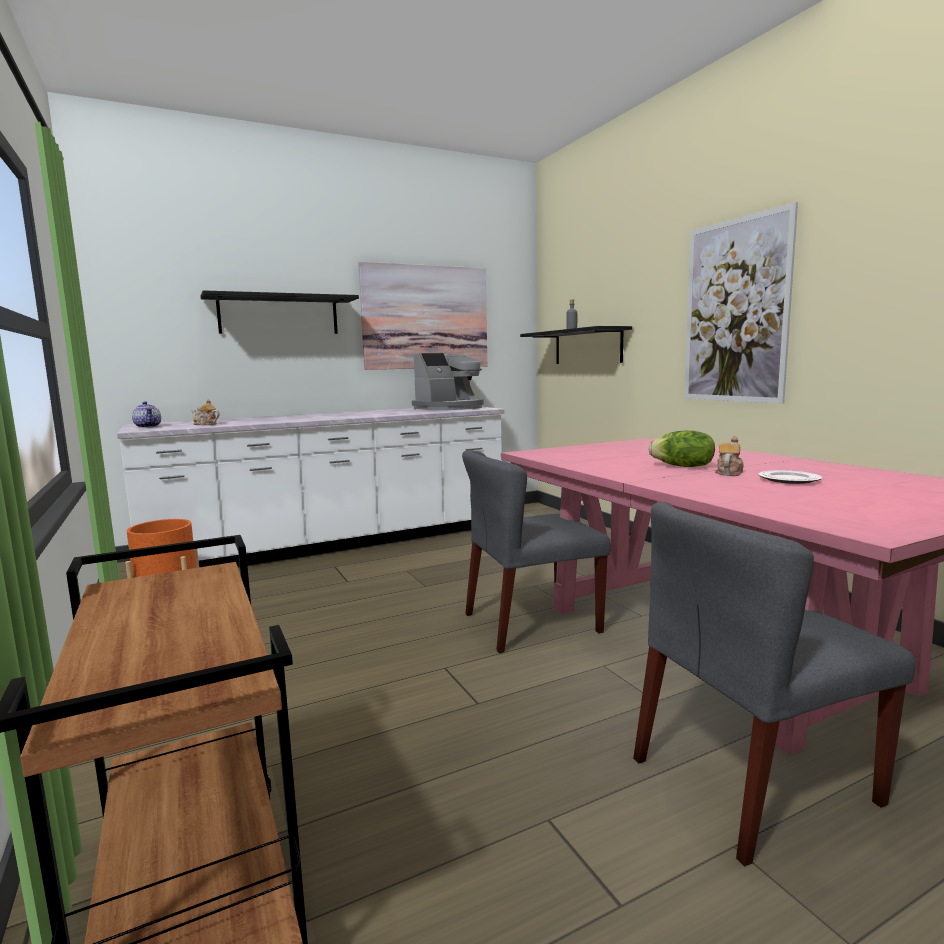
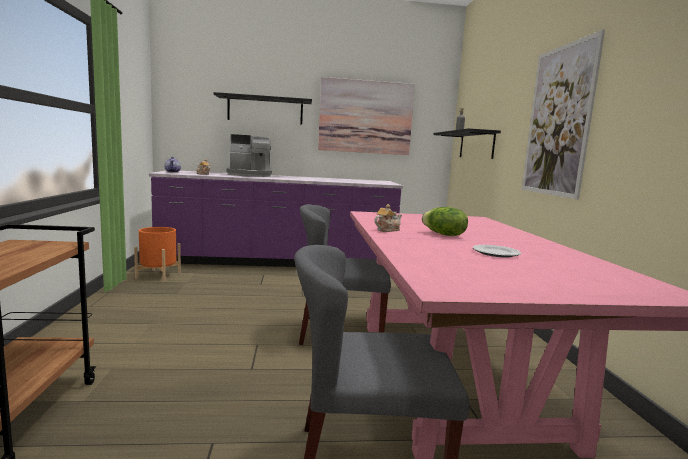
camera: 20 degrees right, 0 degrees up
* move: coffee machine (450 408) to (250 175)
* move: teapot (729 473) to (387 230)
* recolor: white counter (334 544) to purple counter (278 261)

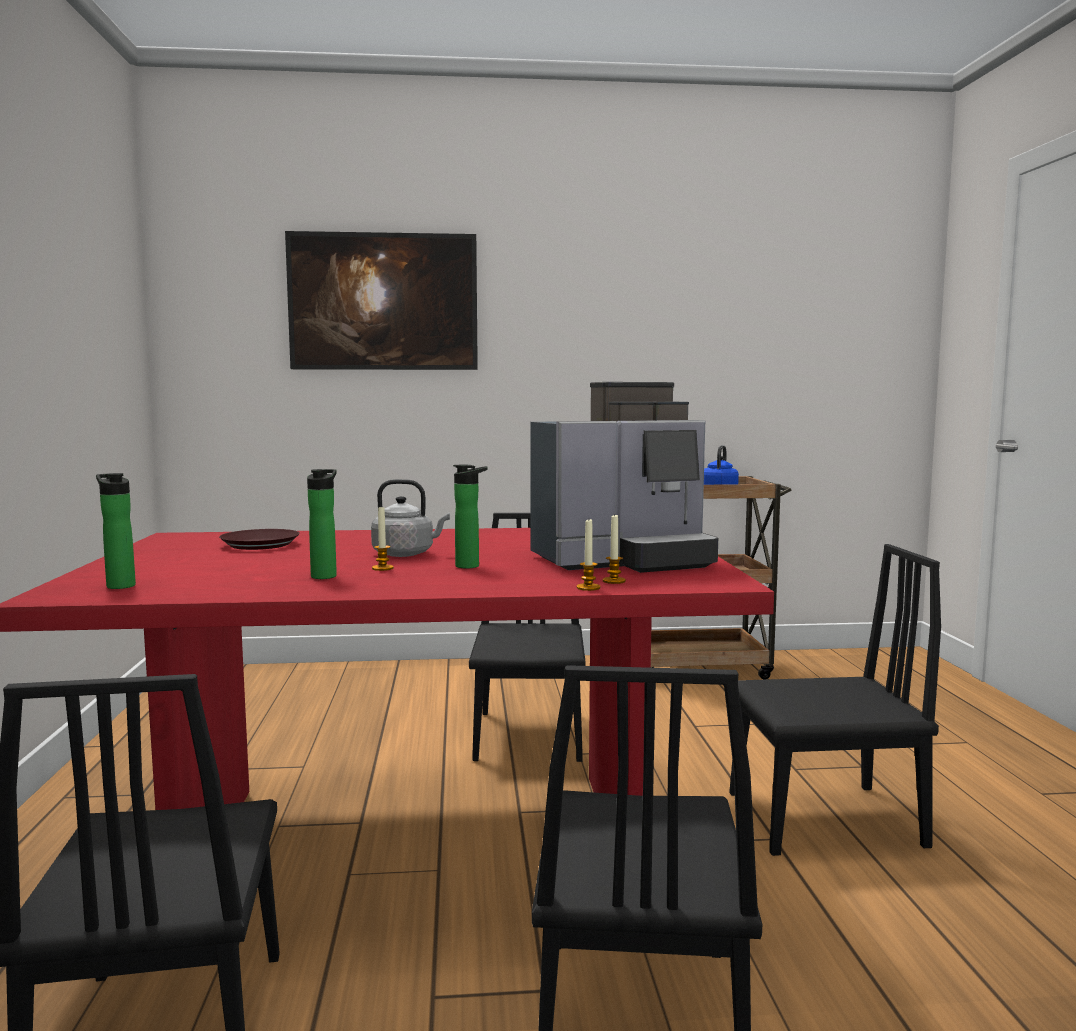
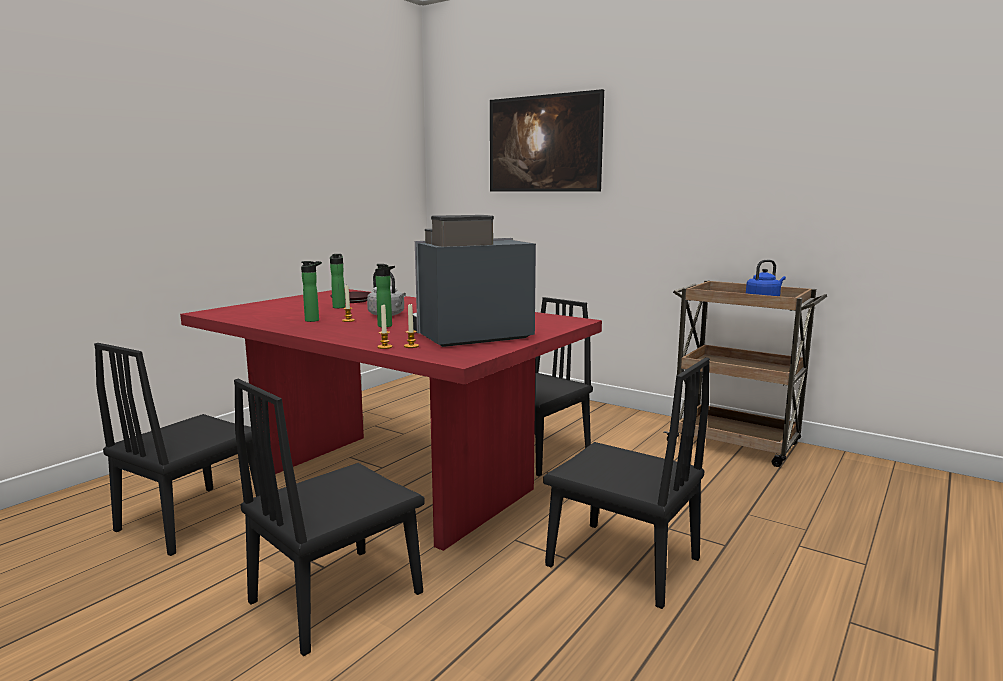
camera: 40 degrees right, 5 degrees up
* move: bottle (119 585) to (339 307)
* rotate: coffee machine (625 560) = (468 336) 135 degrees clockwise

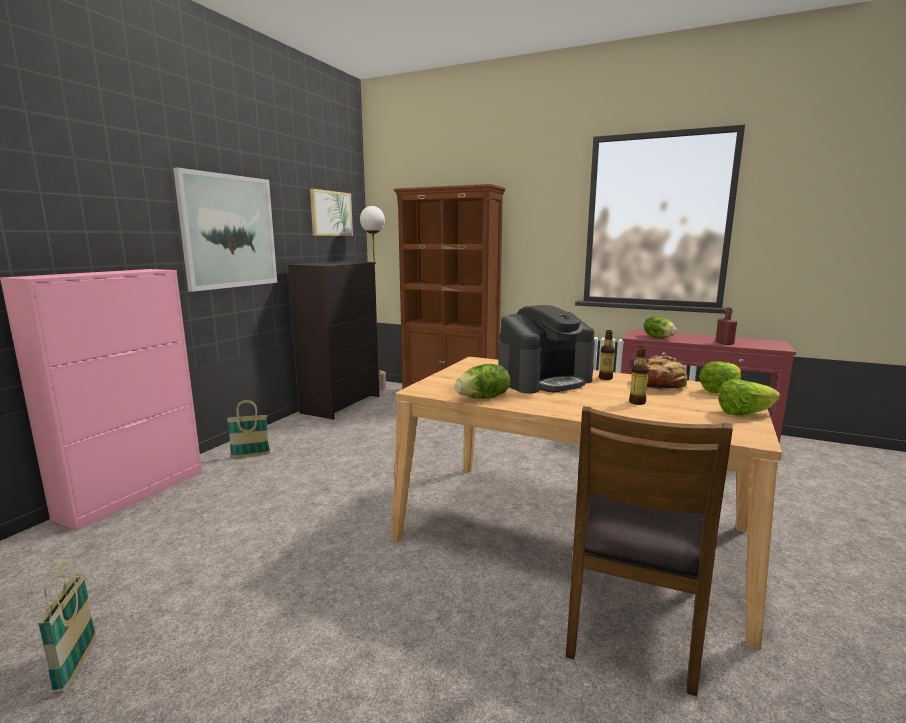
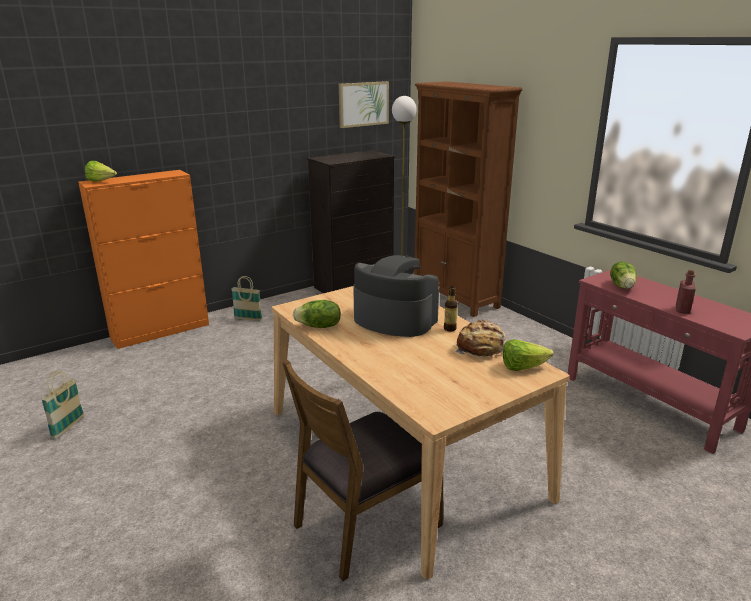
camera: 30 degrees right, 10 degrees up
* delete: picture (229 231)
* delete: bottle (637 402)
* move: lettuce (744 414) to (101 181)
* recolor: pink cabinet (134 493) to orange cabinet (161 331)
* rotate: coffee machine (544 381) = (394 319) 150 degrees counterclockwise

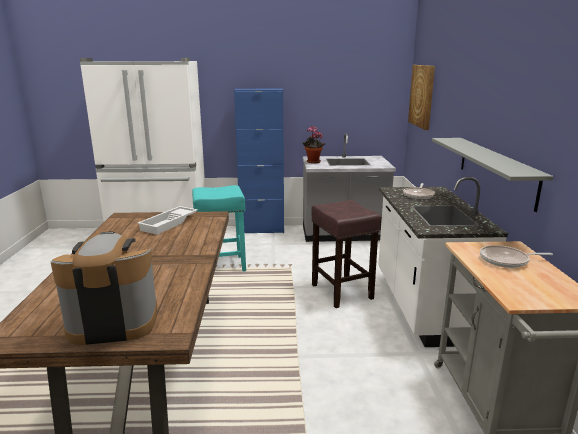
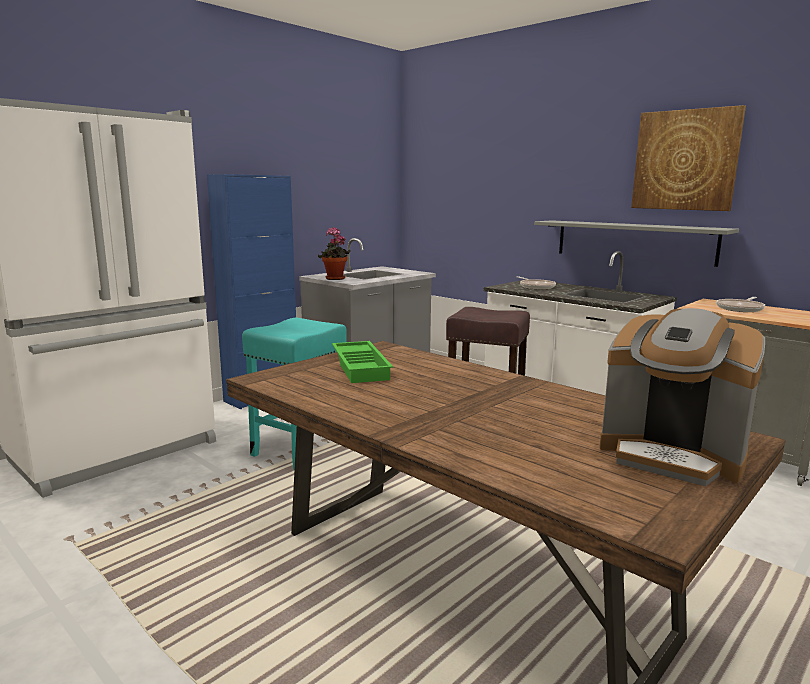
camera: 45 degrees left, 5 degrees down
* move: picture (422 96) to (685 160)
* recolor: white tray (169 224) to green tray (362 367)
* rotate: coffee machine (113 322) = (672 455) 90 degrees counterclockwise

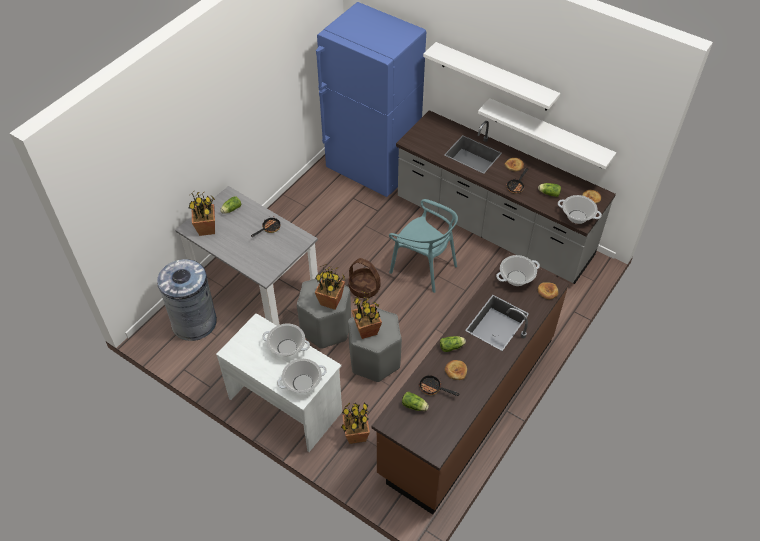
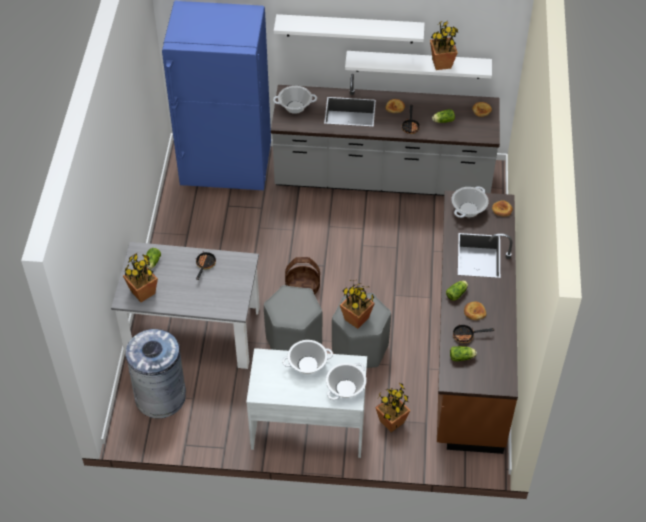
camera: 30 degrees left, 0 degrees up
* delete: turquoise chair (423 267)
* move: potted plant (331 301) to (441 63)
* move: cooking pot (577 217) to (295 107)

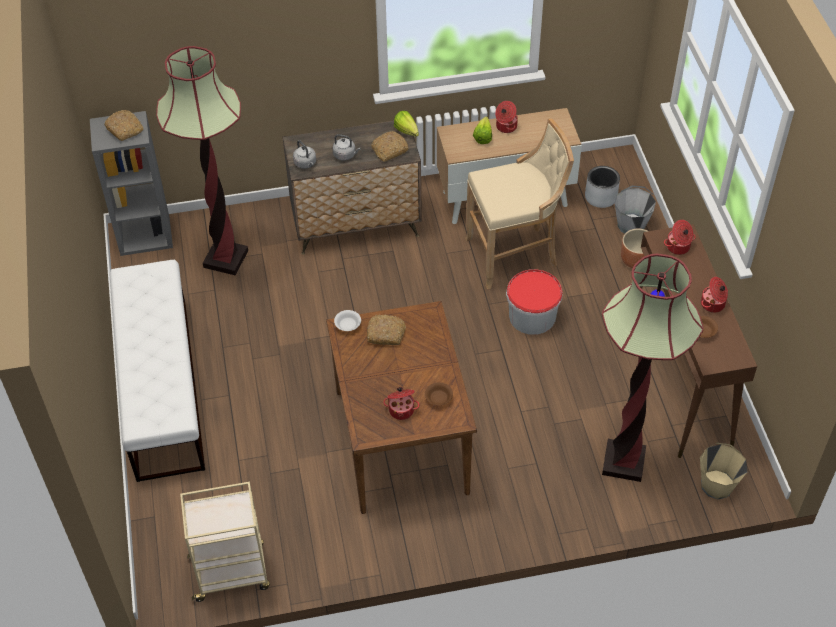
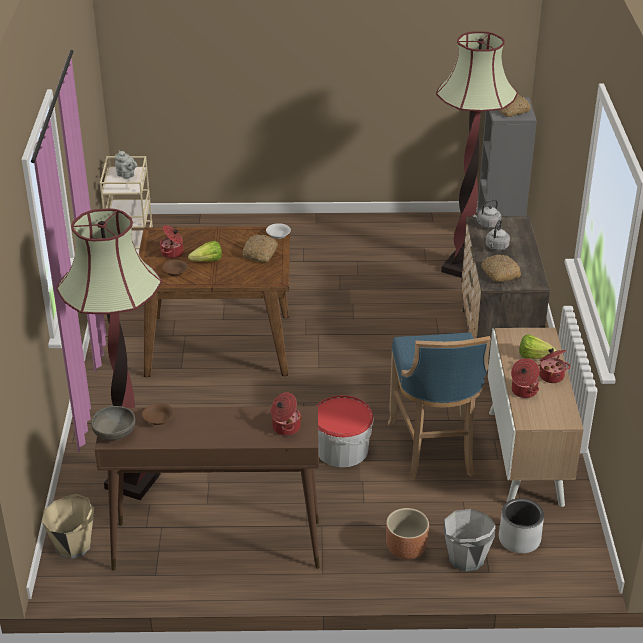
camera: 100 degrees right, 15 degrees down
* delete: white bench (162 386)
* insert: grey bowl (115 433)
* insert: grey teapot (126 175)
* move: lettuce (407 133) to (204 261)
* move: cooking pot (713 304) to (523 391)
* recolor: beige stool (515 254) to blue stool (434 451)

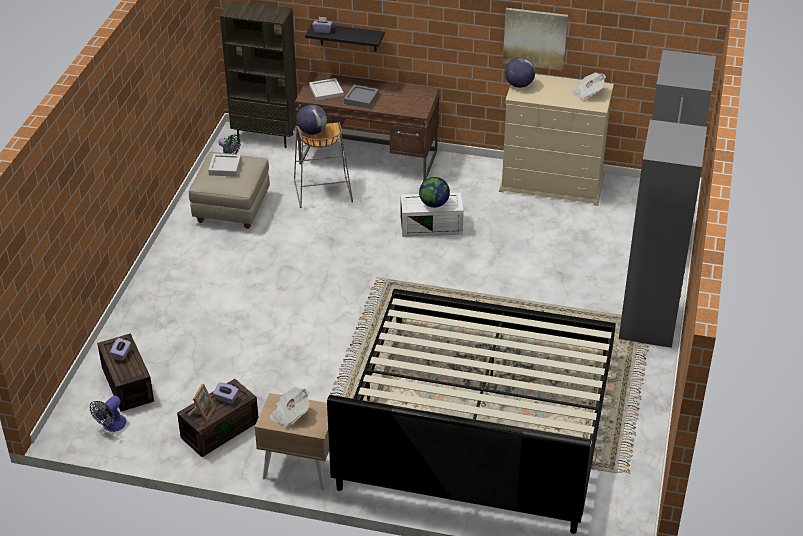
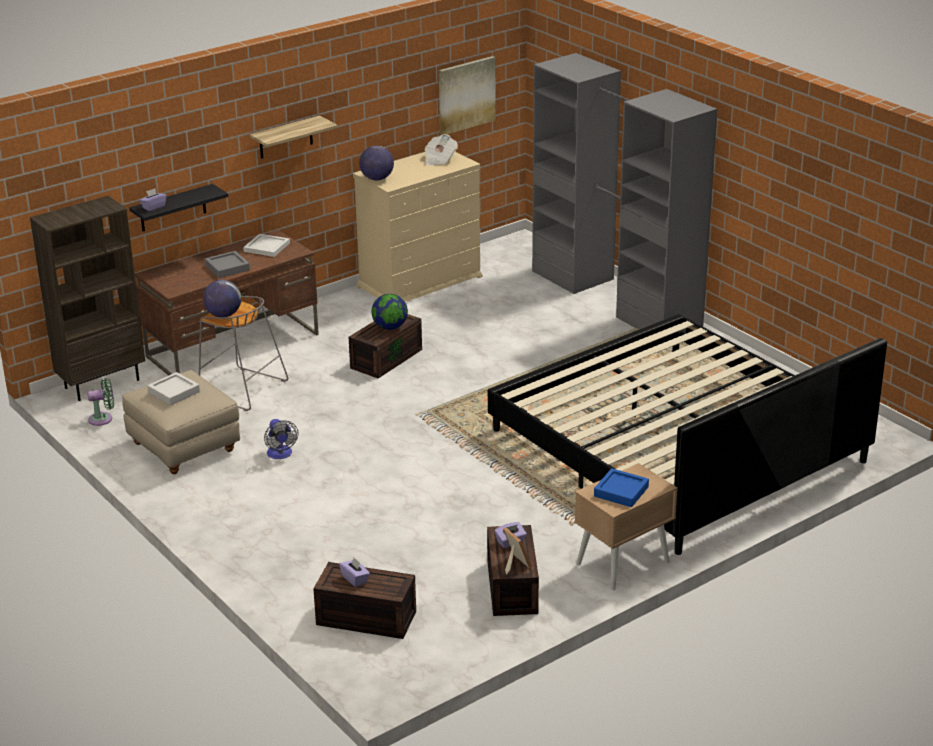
camera: 50 degrees left, 10 degrees down
* insert: shelf (285 138)
* move: fan (111 426) to (280 455)
* move: white tray (325 91) to (267 247)
* move: picture (535 38) to (466 95)
* replace: newspaper (290 414) to blue tray (621 491)
* recolor: white storage box (432 225) to brown storage box (386 358)

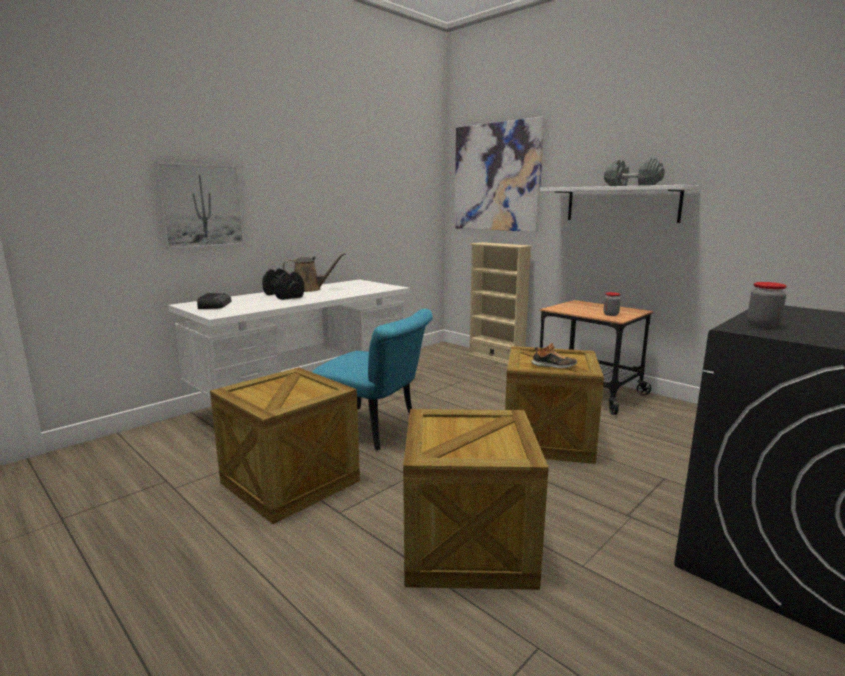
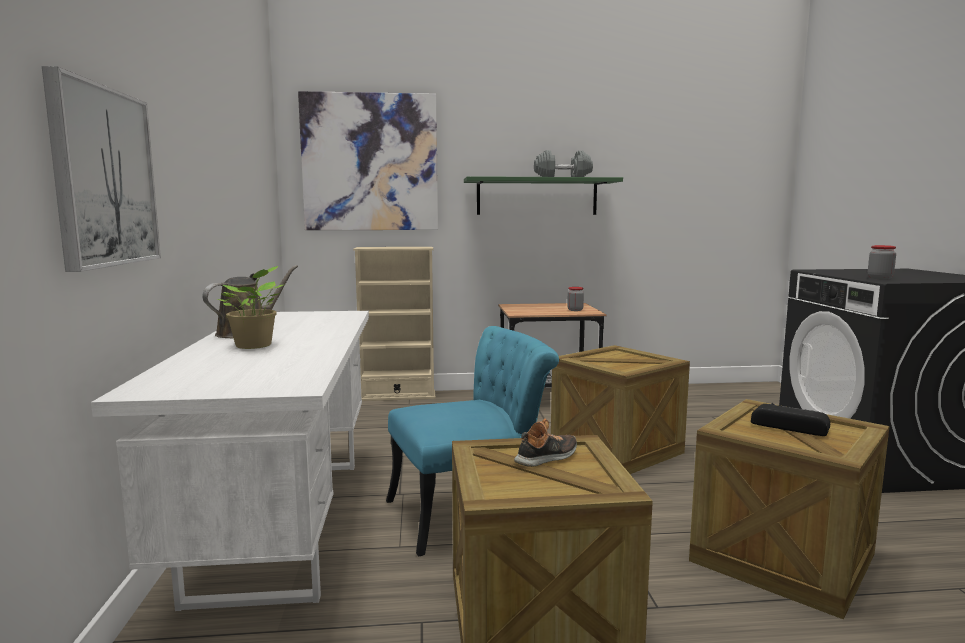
camera: 50 degrees left, 5 degrees down
* move: radio (214 305) to (788 425)
* move: shoe (553 366) to (547 457)
* replace: black dumbbell (284 295) to potted plant (255 346)
* recolor: white shelf (621 204) to green shelf (537 197)

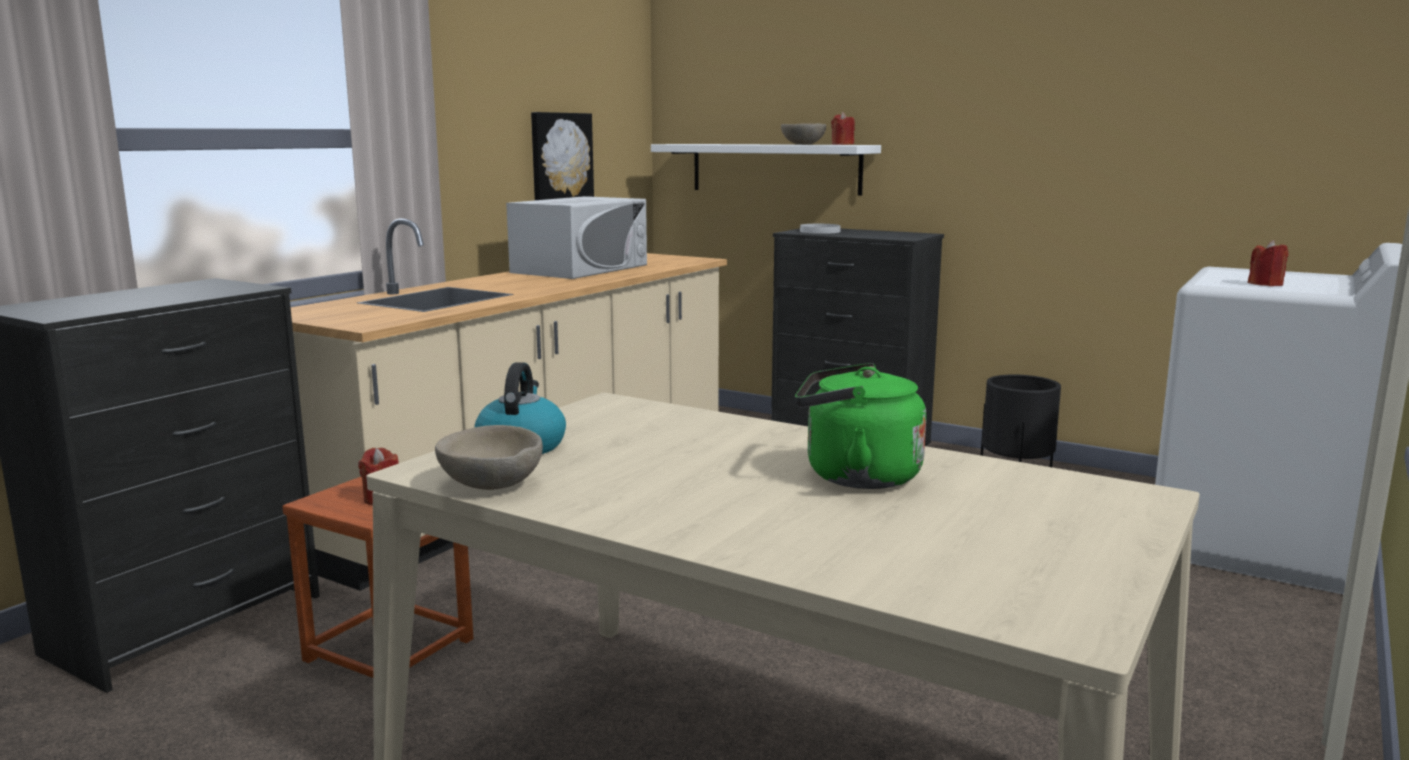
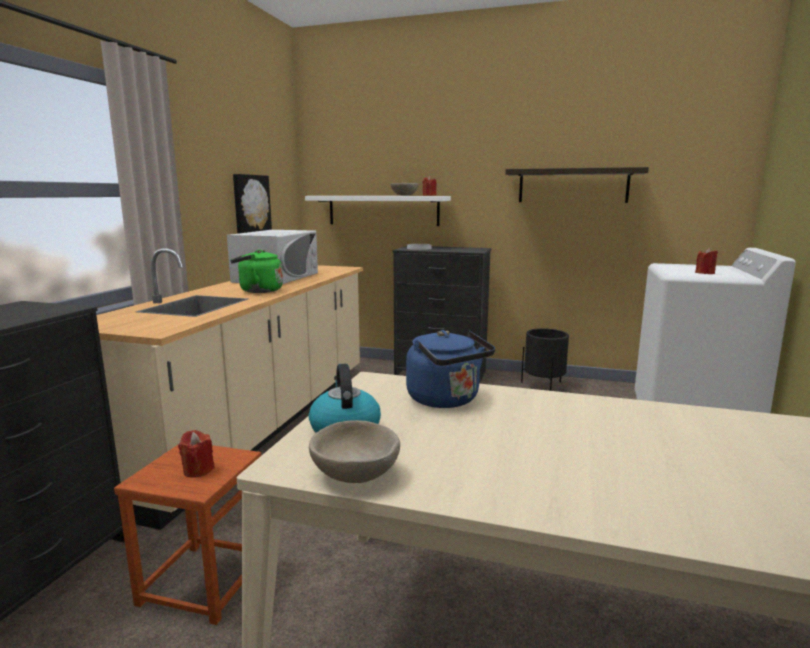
camera: 15 degrees left, 0 degrees up
* insert: blue kettle (446 400)
* insert: shelf (573 186)
* move: green kettle (854 476) to (258 291)

